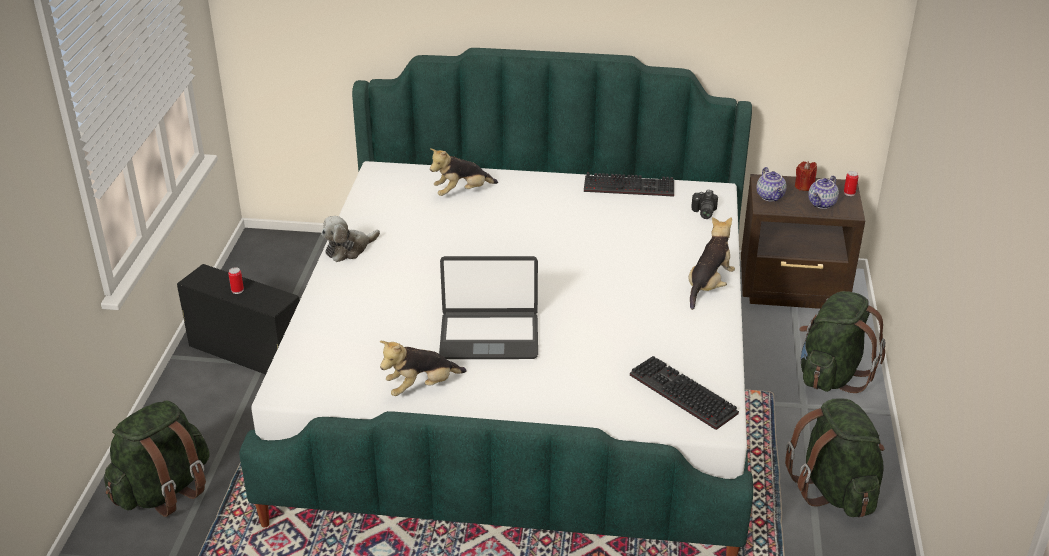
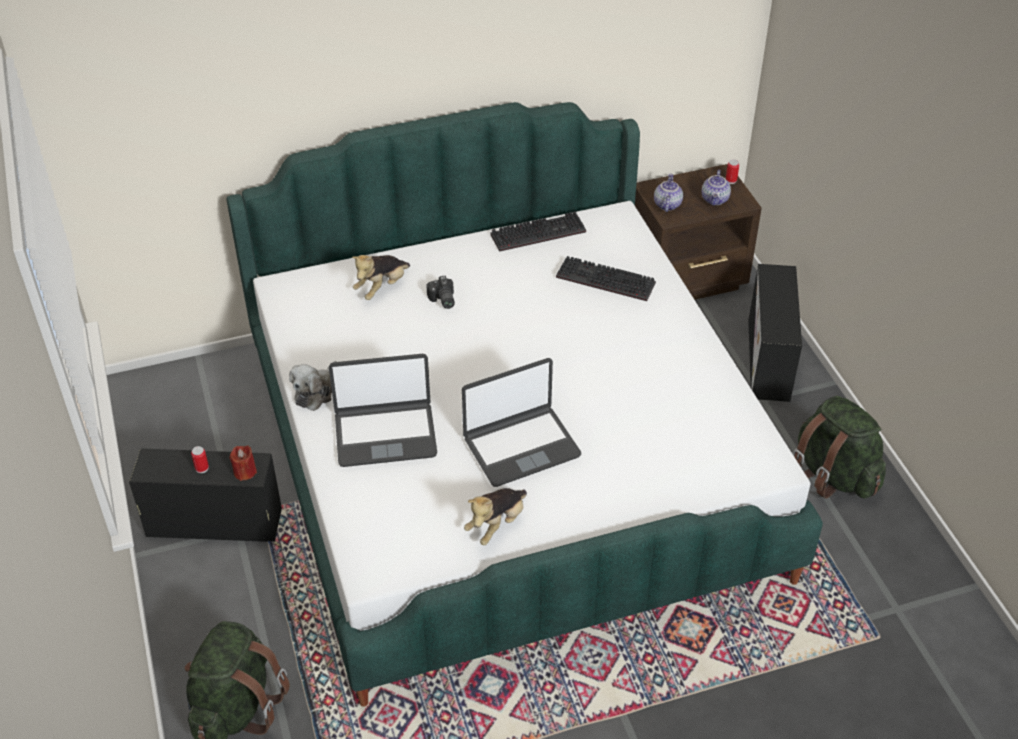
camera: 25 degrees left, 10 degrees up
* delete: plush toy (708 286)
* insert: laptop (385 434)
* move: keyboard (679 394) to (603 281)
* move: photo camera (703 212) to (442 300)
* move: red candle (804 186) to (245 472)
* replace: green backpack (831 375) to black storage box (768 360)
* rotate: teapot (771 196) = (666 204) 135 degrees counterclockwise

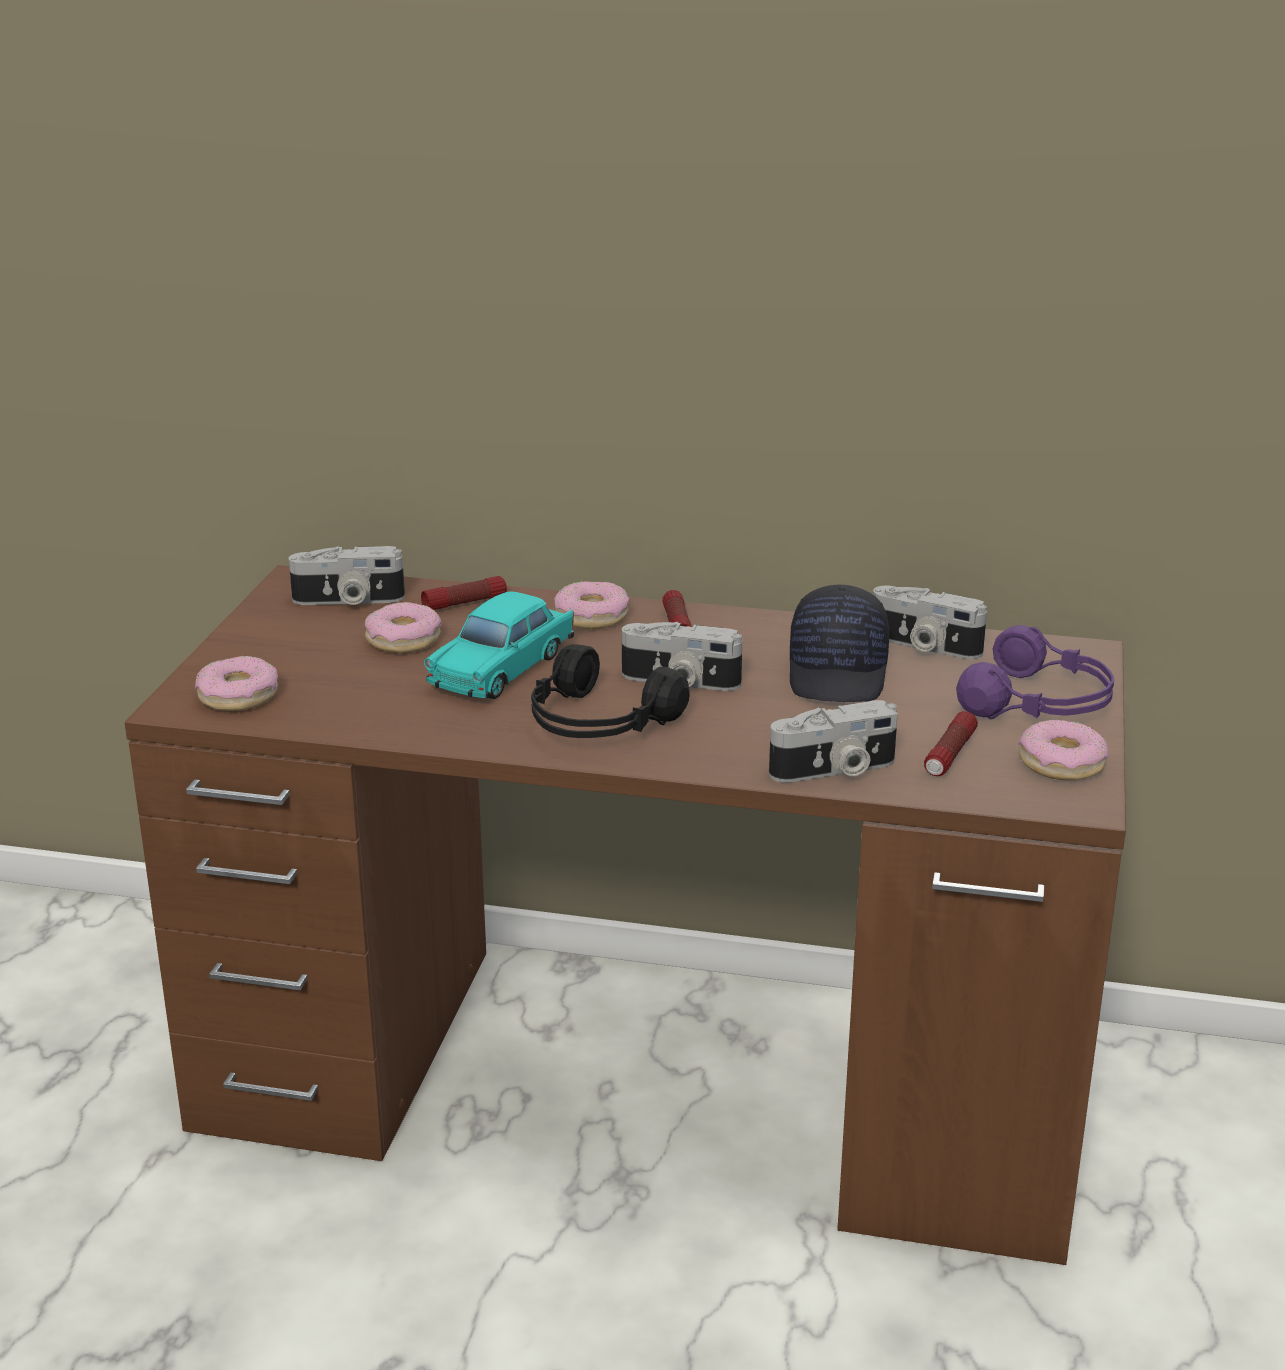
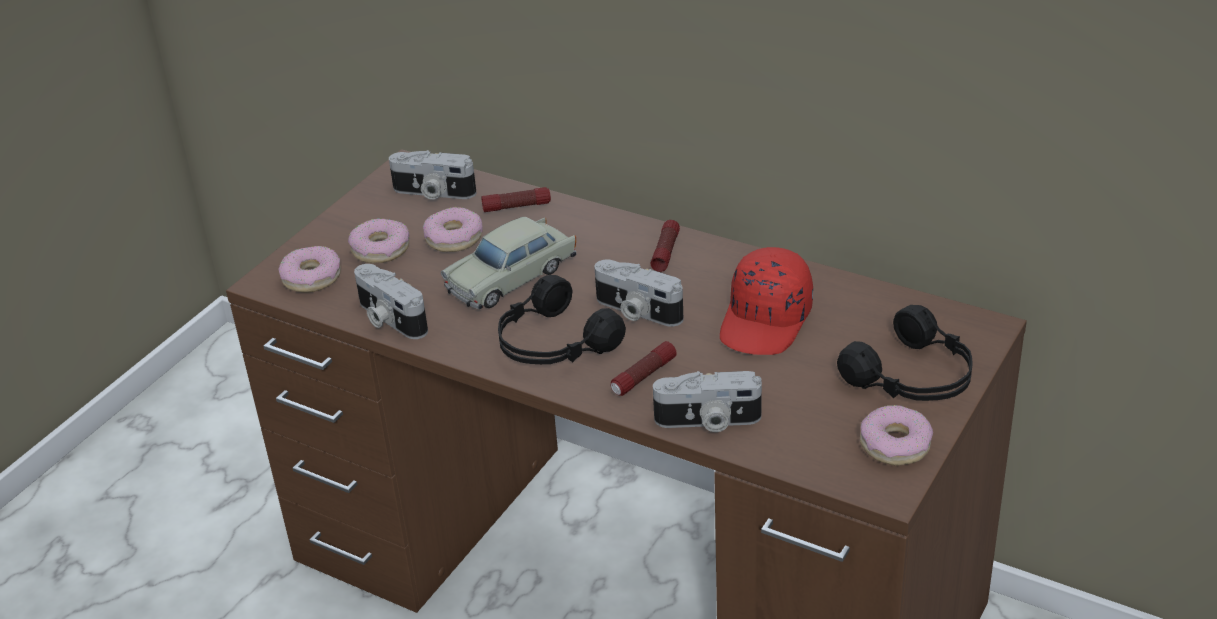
camera: 20 degrees right, 10 degrees up
* move: donut (591 616) to (380 249)
* move: photo camera (923 646) to (389 319)
* move: flashlight (950 755) to (643 376)
* recolor: turquoise toy car (503 668) to beige toy car (512 277)
* recolor: black cap (839 673) to red cap (767 321)
* recolor: purple headphones (1040 703) to black headphones (914 378)

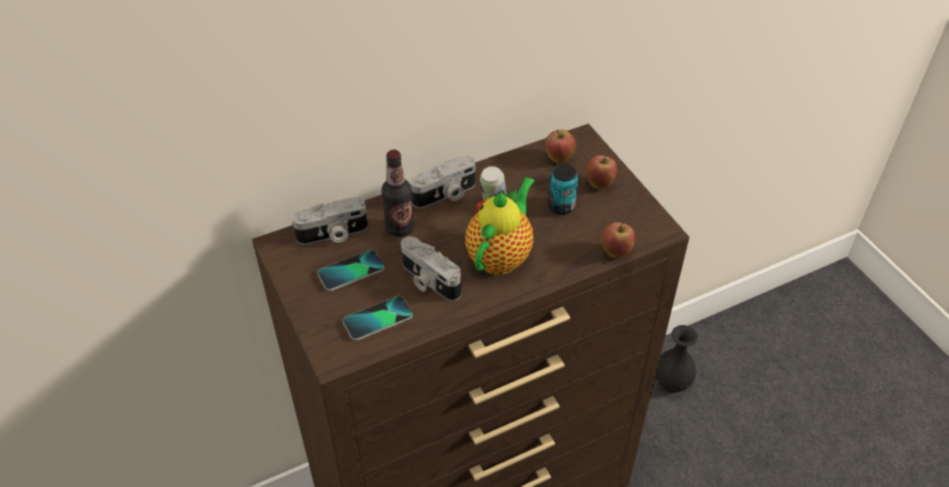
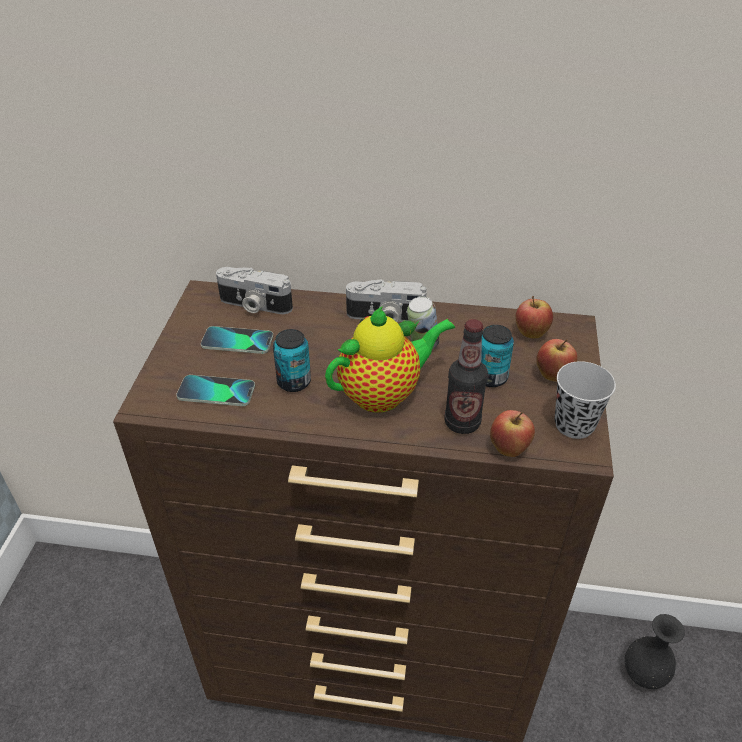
camera: 35 degrees right, 5 degrees down
* insert: black cup (574 425)
* move: bottle (399 228) to (462 423)
* replace: photo camera (428 281) to can (294 382)

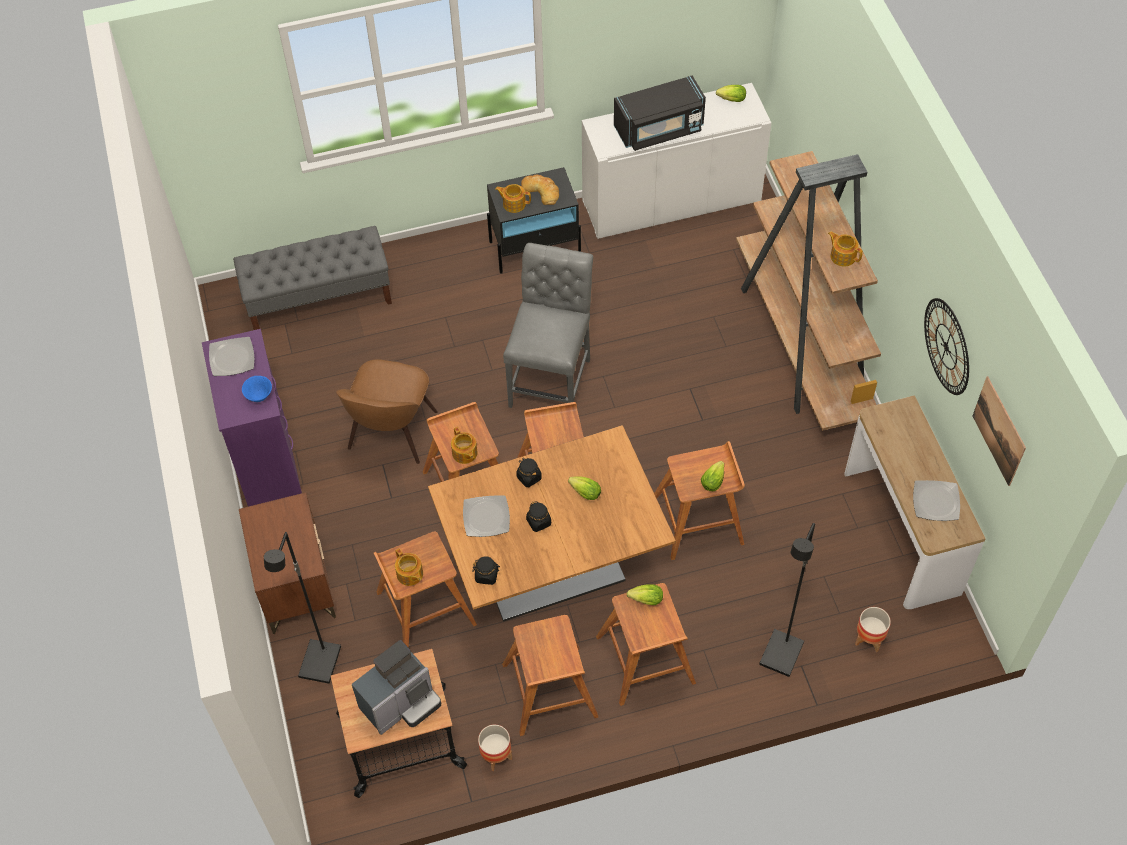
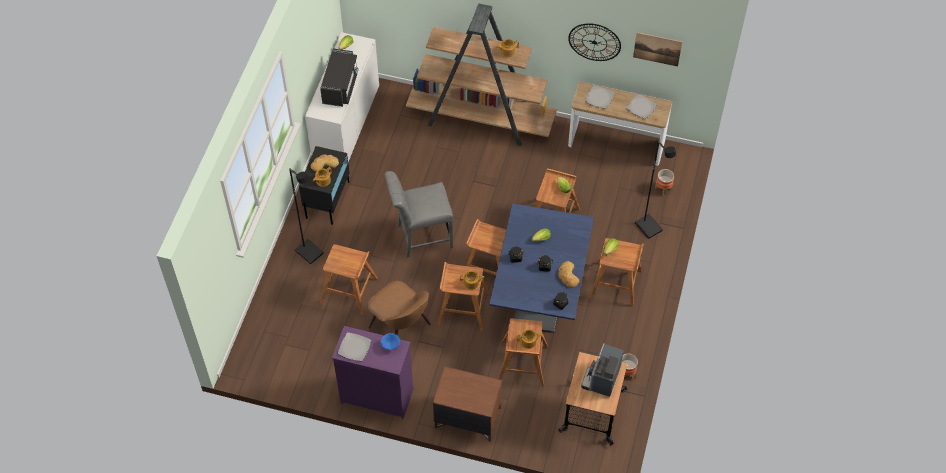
camera: 60 degrees left, 0 degrees up
* delete: grey bench (319 299)
* insert: bread (568 276)
* move: black floor lamp (321 663) to (310 252)
* move: plate (486 517) to (599 98)
* move: brown stool (550 691) to (349 290)
* recolor: brown dining table (553 572) to blue dining table (539 296)
* rotate: coffee machine (401 703) = (601 379) 150 degrees counterclockwise
* rotate: grey chair (552 378) = (421 236) 60 degrees counterclockwise

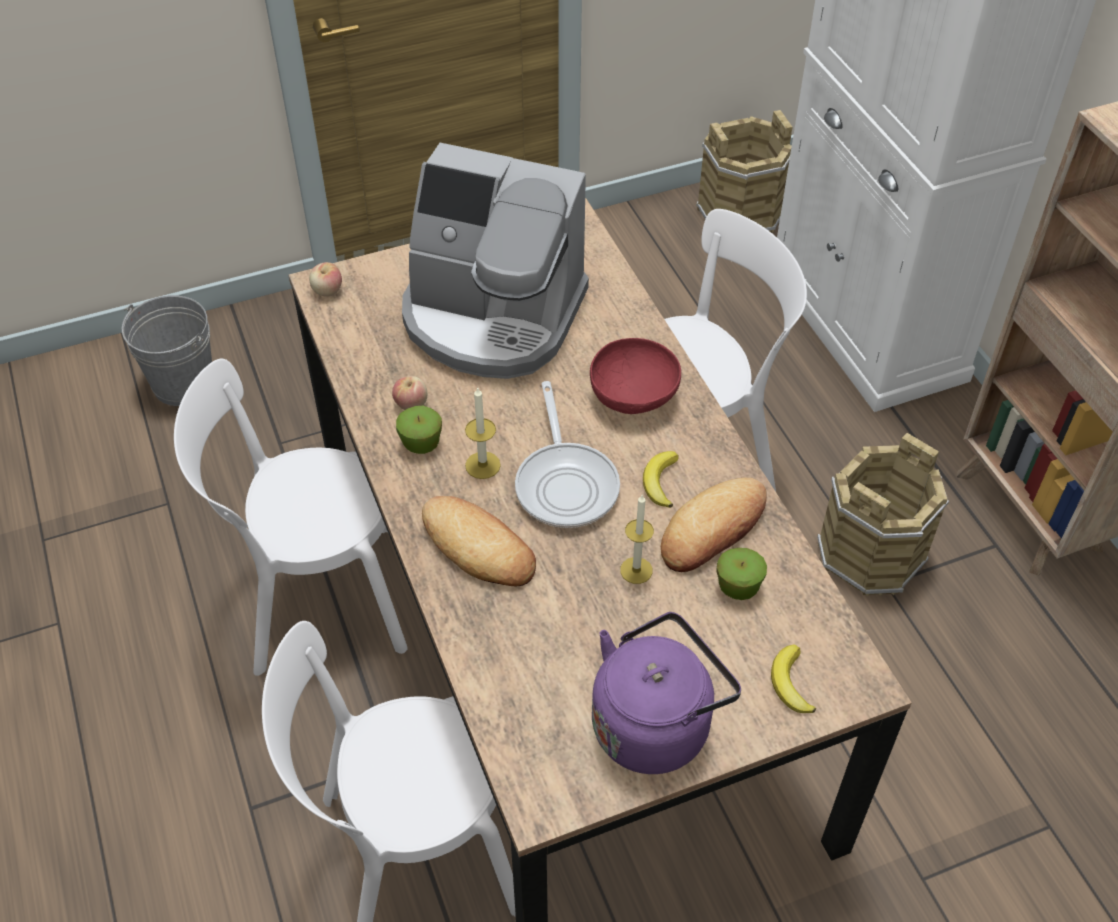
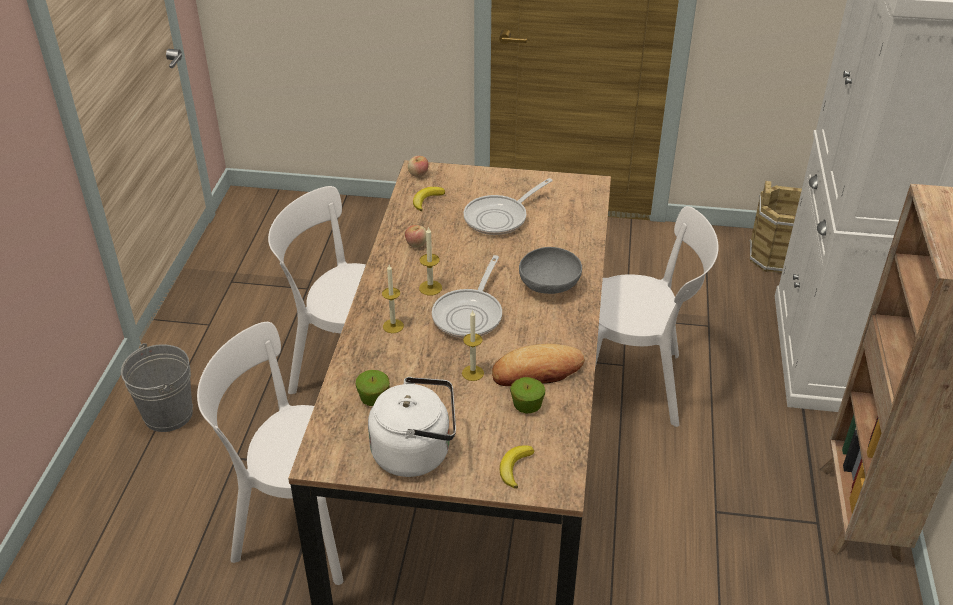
camera: 30 degrees right, 10 degrees down
* delete: brown bucket (871 554)
* move: grey bucket (183 383) to (168 414)
* move: apple (421 443) to (374 398)
* move: banana (660 481) to (427 200)
* replace: coffee machine (492 317) to frying pan (500 218)
* replace: bread (478 547) to candle (393 326)
* recolor: red bowl (634 396) to grey bowl (549 286)
* recolor: purple kettle (655 723) to white kettle (416 452)

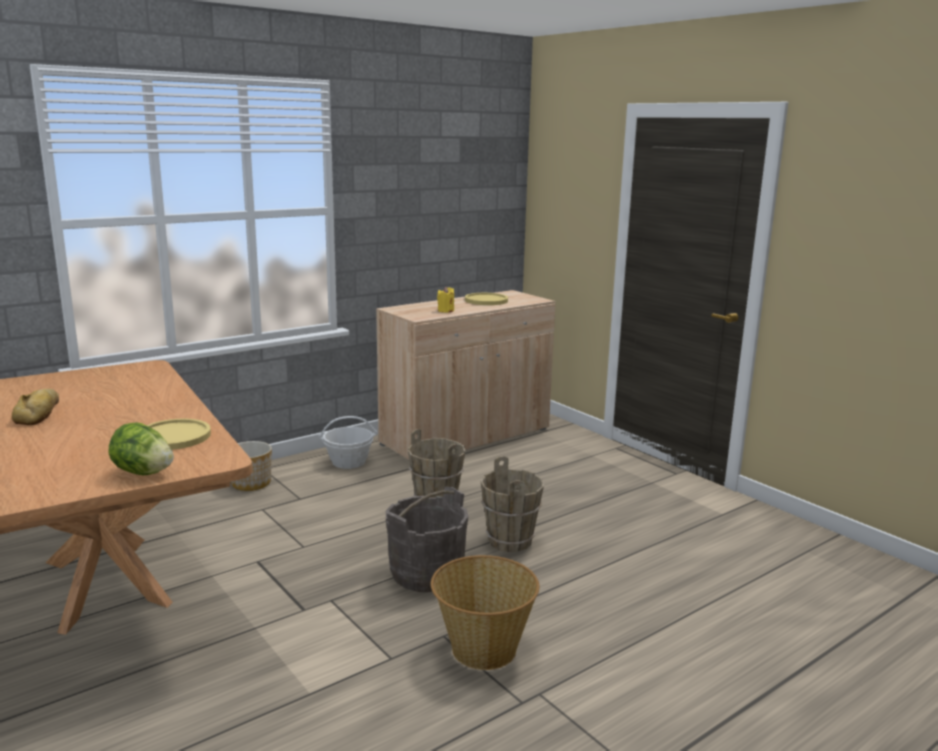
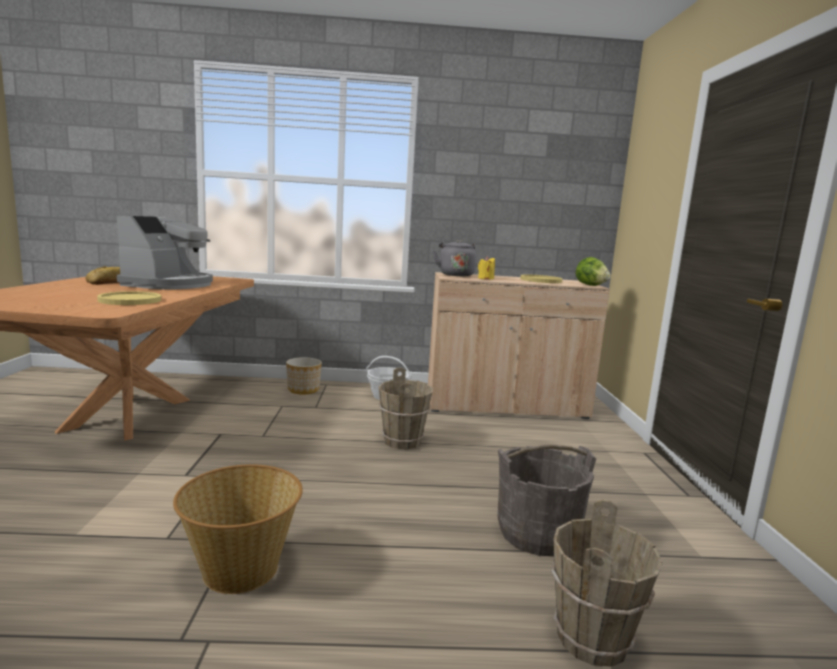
camera: 35 degrees right, 5 degrees down
* insert: coffee machine (169 284)
* insert: grey kettle (455 275)
* move: lettuce (143 472) to (590 285)
* move: grey bucket (426 573) to (537 533)
* move: brown bucket (510 541) to (593 639)

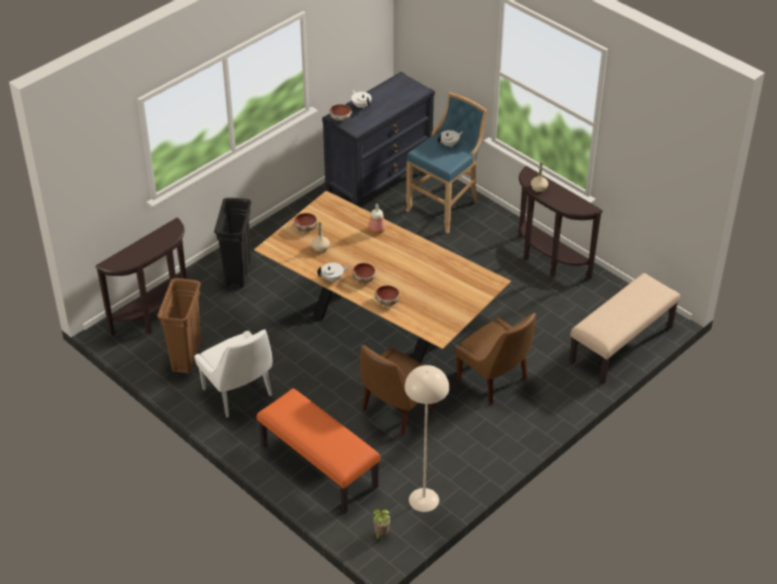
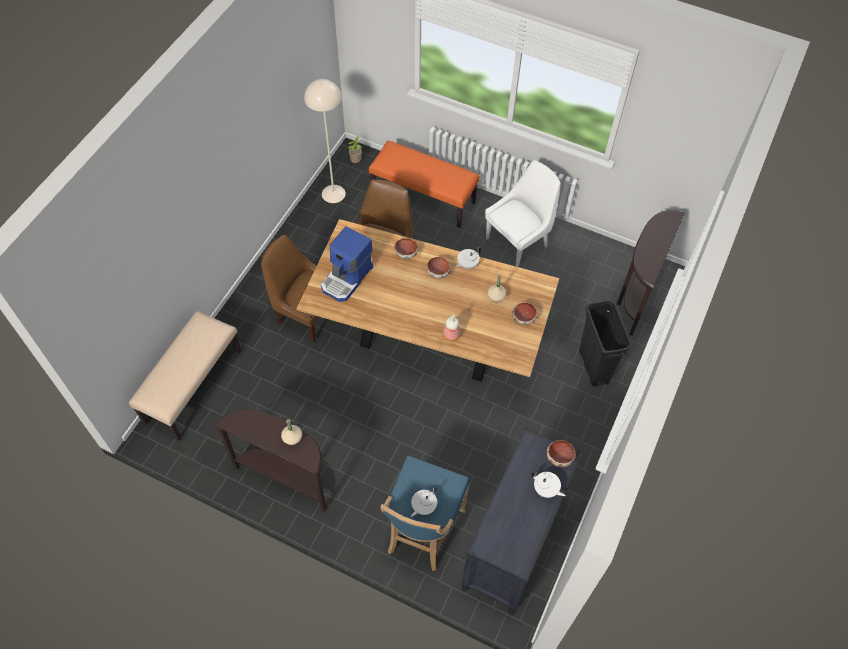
camera: 160 degrees right, 15 degrees up
* delete: brown trash can (186 356)
* insert: coffee machine (347 278)
* rotate: white chair (239 393) = (518 241) 105 degrees clockwise

